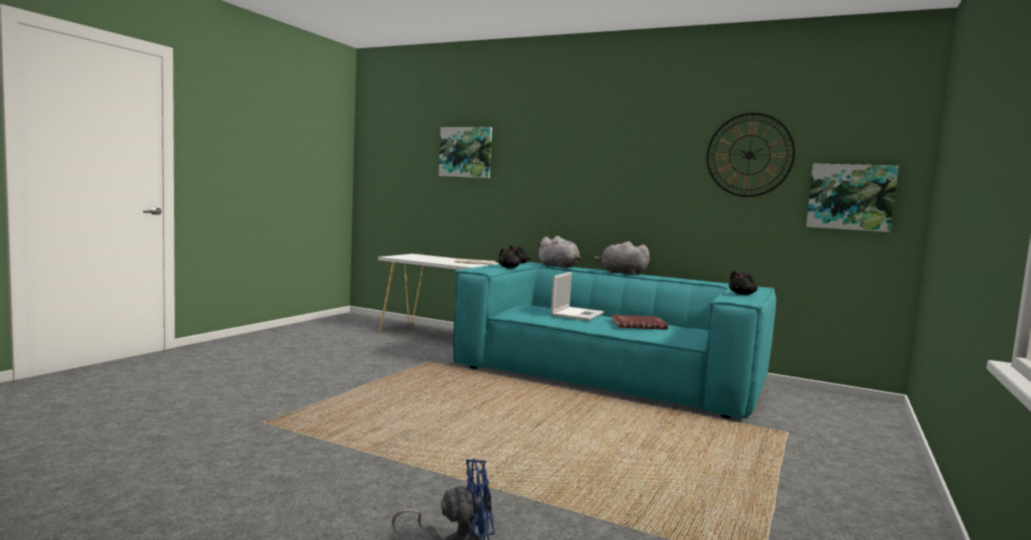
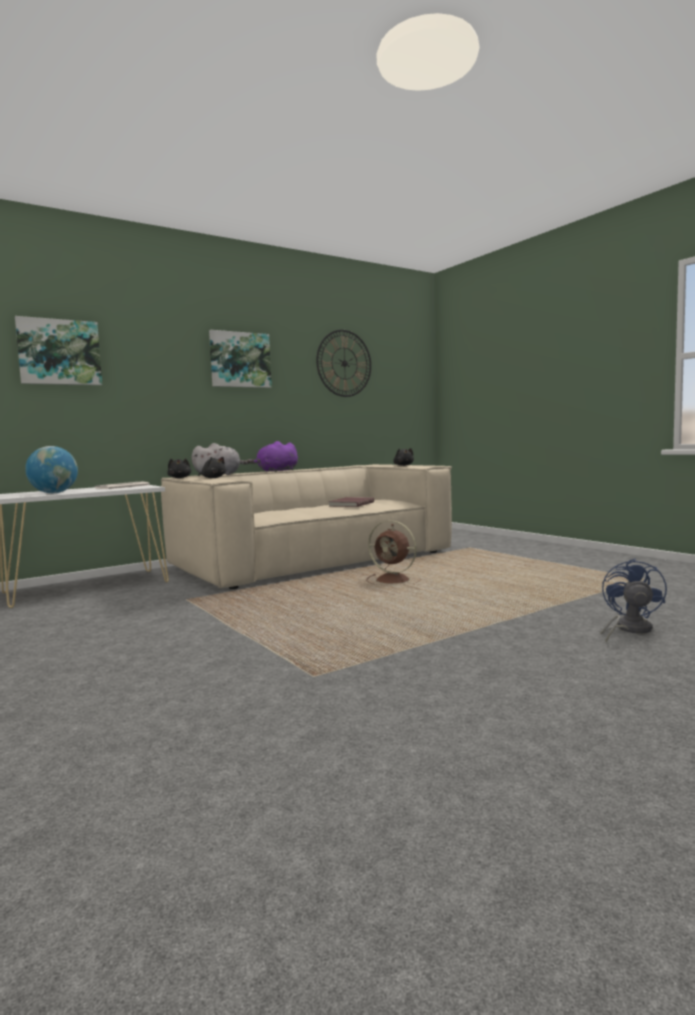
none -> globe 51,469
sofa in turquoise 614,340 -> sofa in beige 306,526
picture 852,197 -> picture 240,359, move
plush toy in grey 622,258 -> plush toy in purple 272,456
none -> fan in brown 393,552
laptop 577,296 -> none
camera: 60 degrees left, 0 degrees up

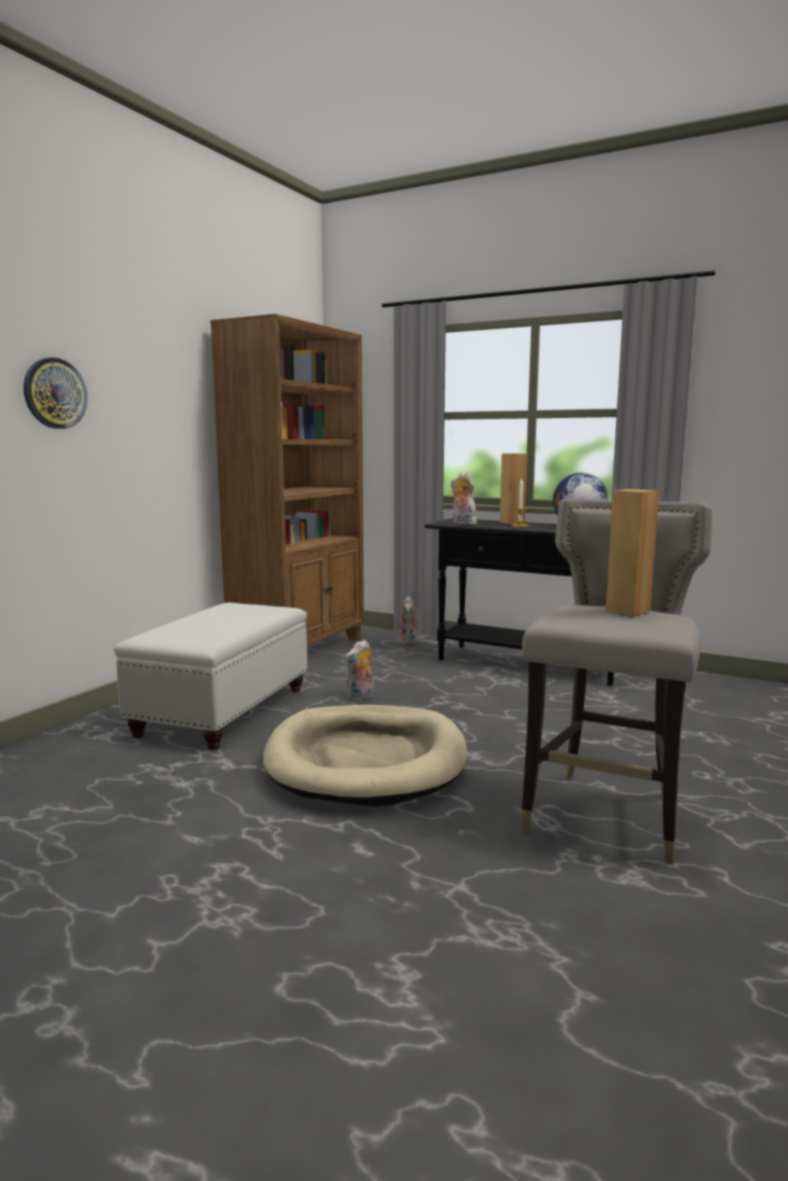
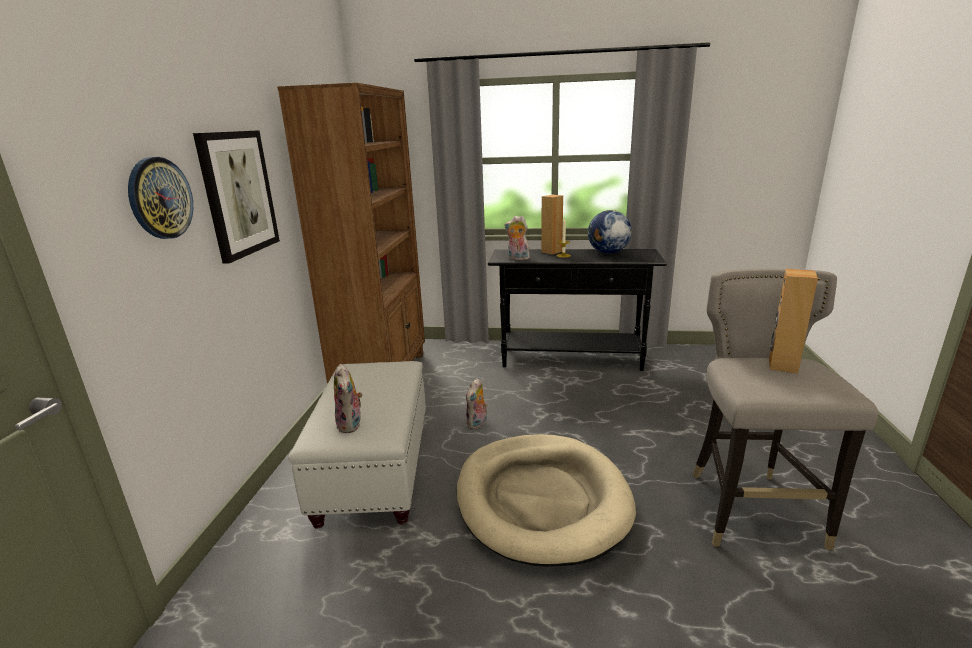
none -> picture 236,196
plush toy 409,620 -> plush toy 348,398, move
camera: 20 degrees left, 10 degrees up

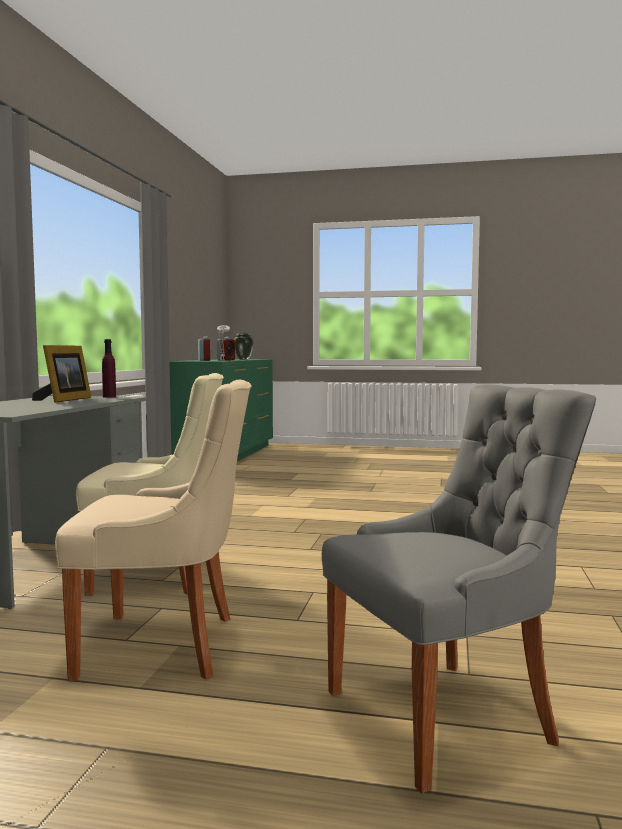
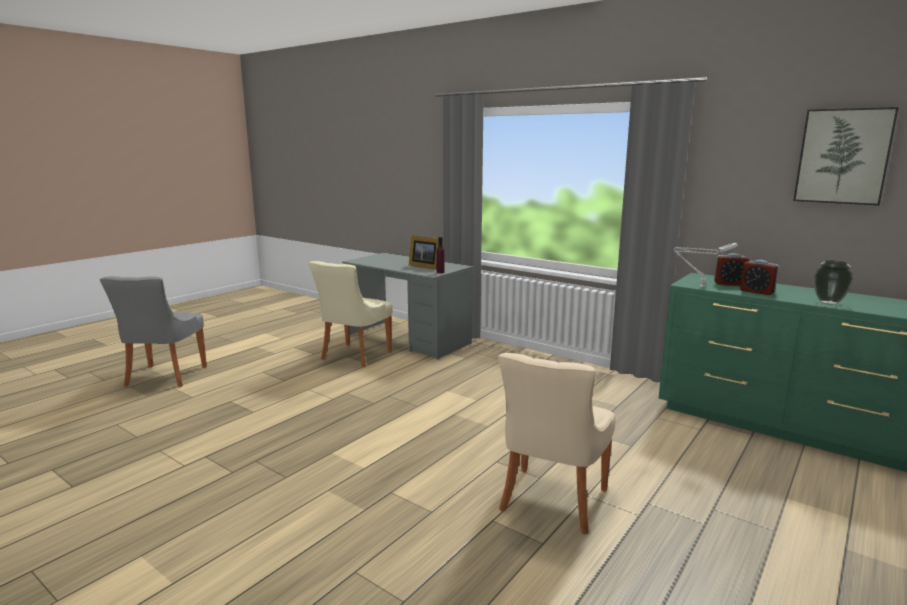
chair in beige 153,530 -> chair in beige 557,443, move
none -> picture 846,156
camera: 115 degrees right, 10 degrees up

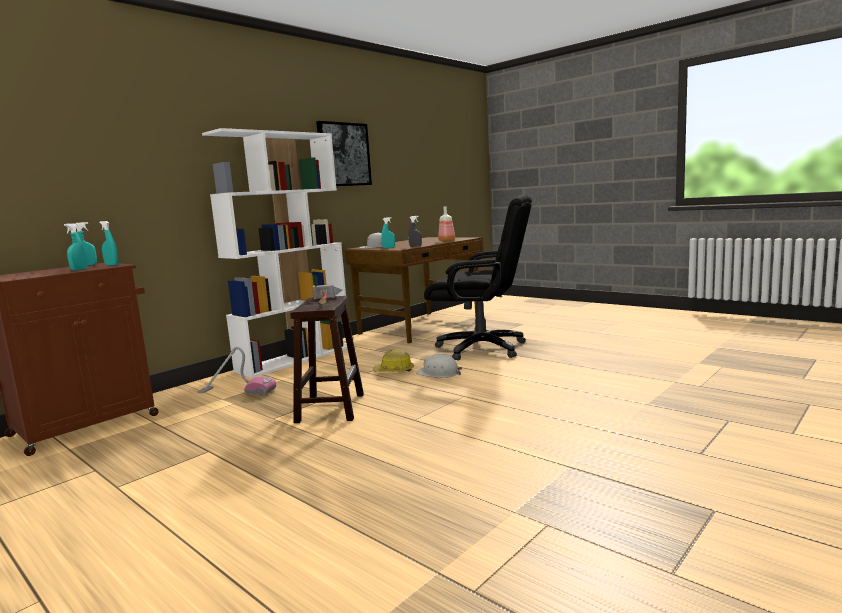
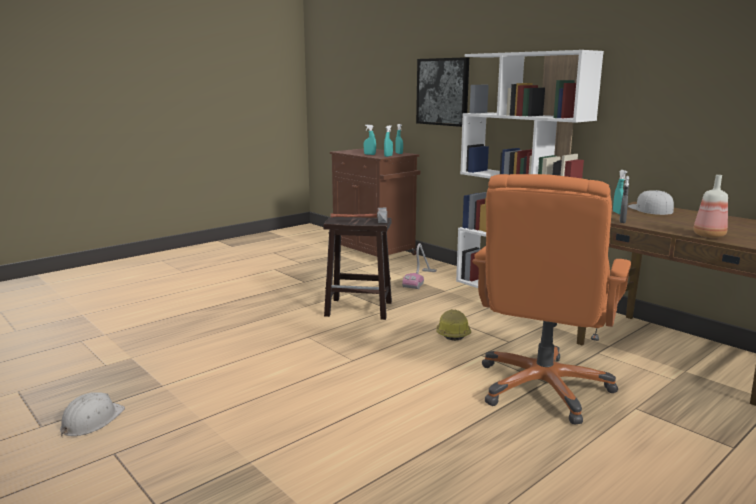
hard hat in white 439,366 -> hard hat in white 92,415, move
picture 344,153 -> picture 442,92, move
office chair in black 478,277 -> office chair in orange 551,299
camera: 95 degrees right, 5 degrees up

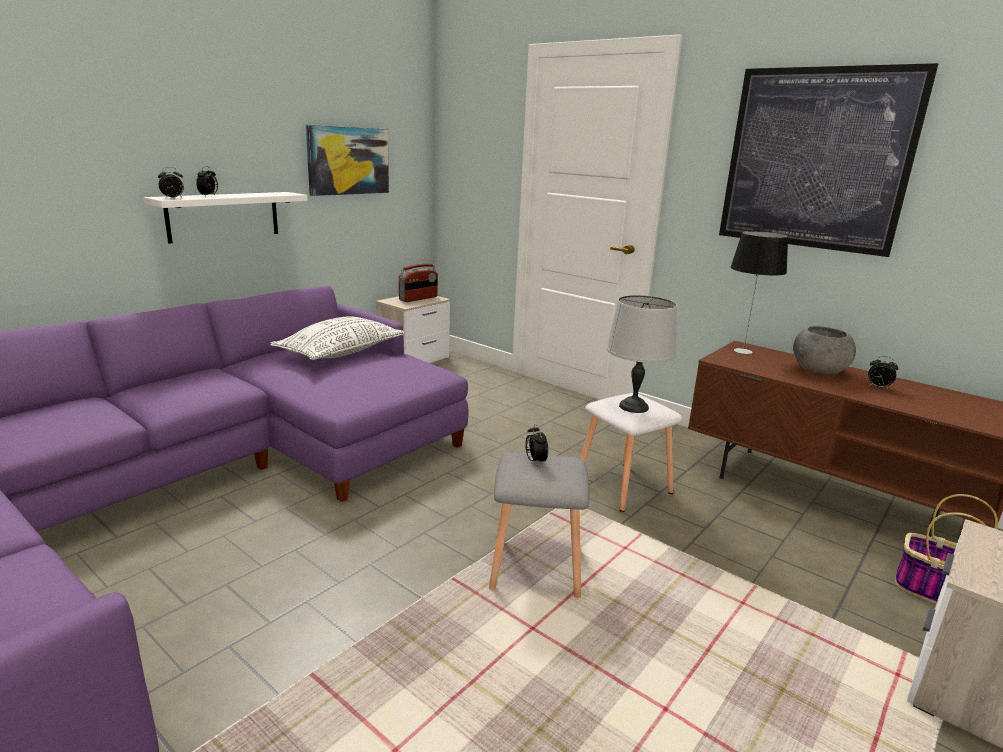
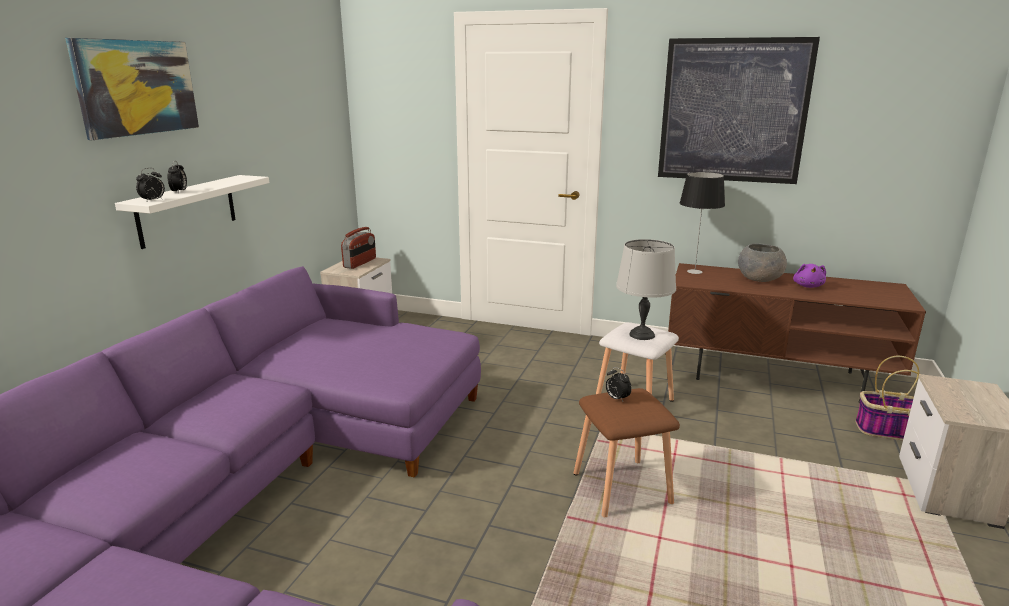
picture 347,160 -> picture 132,89, move
stool in grey 539,525 -> stool in brown 627,452
alarm clock 883,372 -> plush toy in purple 809,275
pillow in white 337,338 -> none
camera: 20 degrees left, 0 degrees up

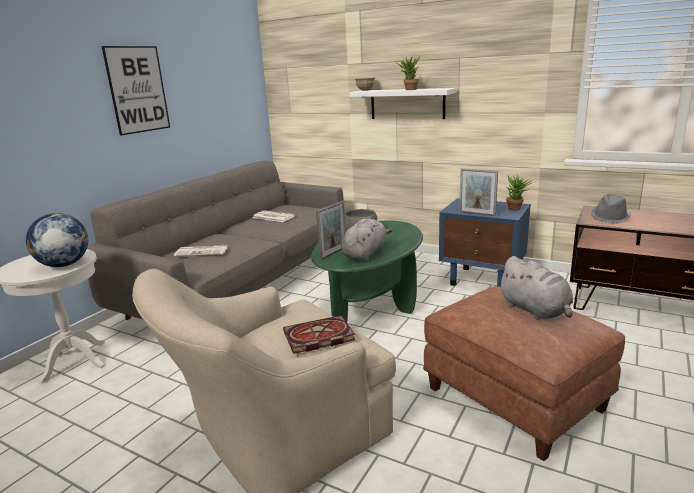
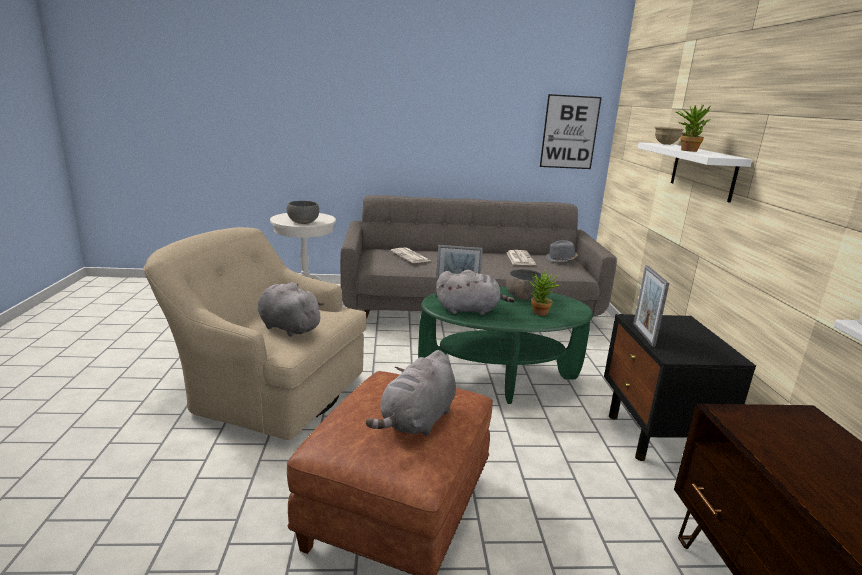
book 319,334 -> plush toy in grey 291,309
globe 57,240 -> bowl in grey 303,212
potted plant 518,192 -> potted plant 545,292, move
picture 136,91 -> picture 571,131, move
hat in grey 611,208 -> hat in grey 561,251, move
nightstand in blue 485,242 -> nightstand in black 680,387
camera: 55 degrees right, 0 degrees up

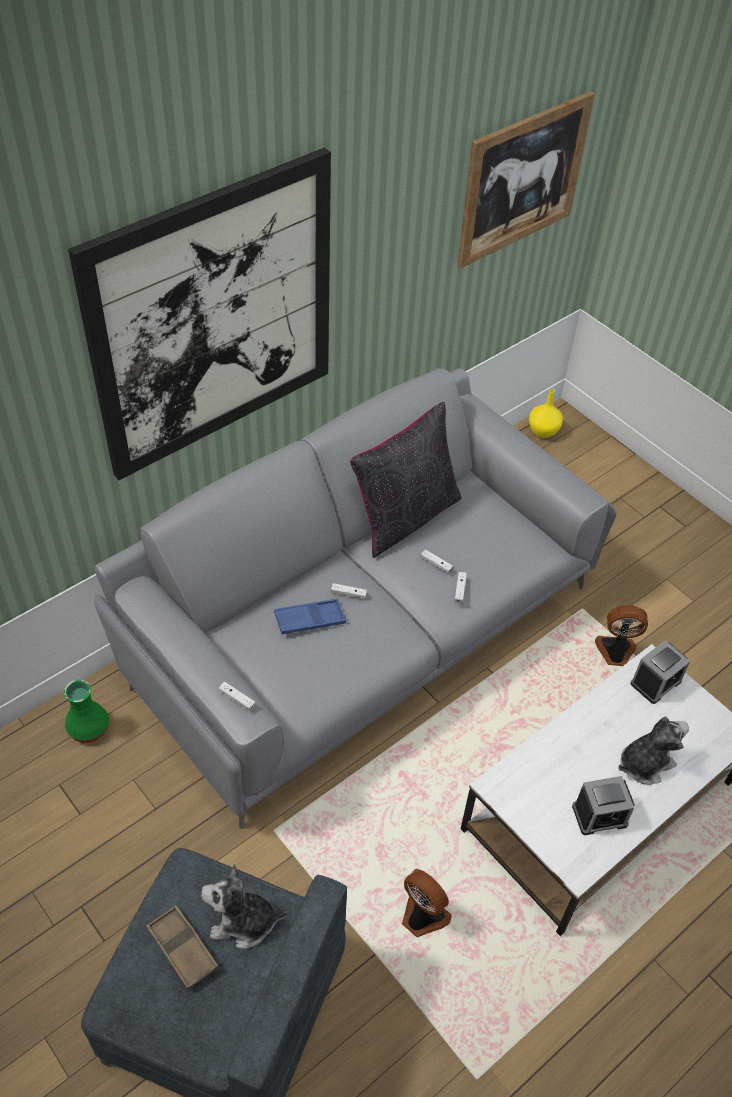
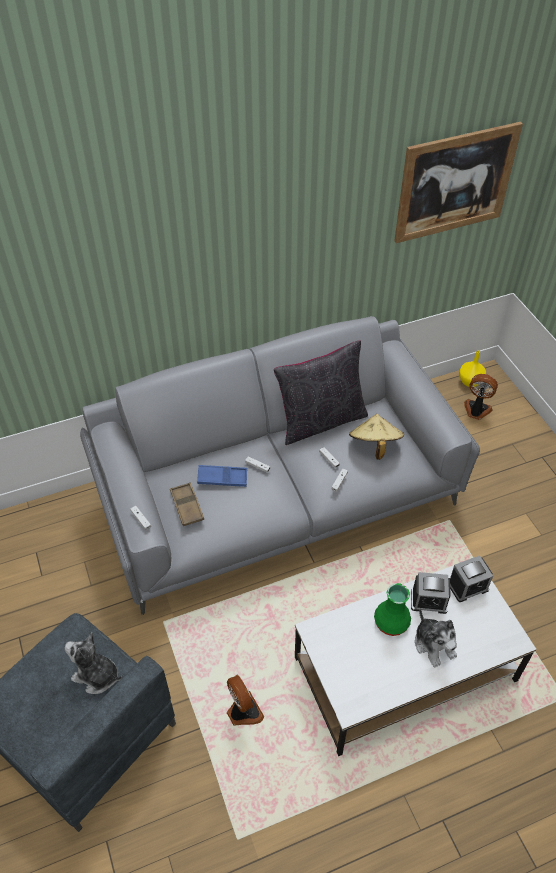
tray in brown 182,947 -> tray in brown 187,504, move
none -> hat in beige 376,437
vase in green 86,711 -> vase in green 392,609, move
alarm clock 603,805 -> alarm clock 431,593, move
plush toy 653,750 -> plush toy 436,638, 75 degrees clockwise
fan 621,635 -> fan 481,397, move
picture 199,314 -> none
camera: 20 degrees right, 0 degrees up

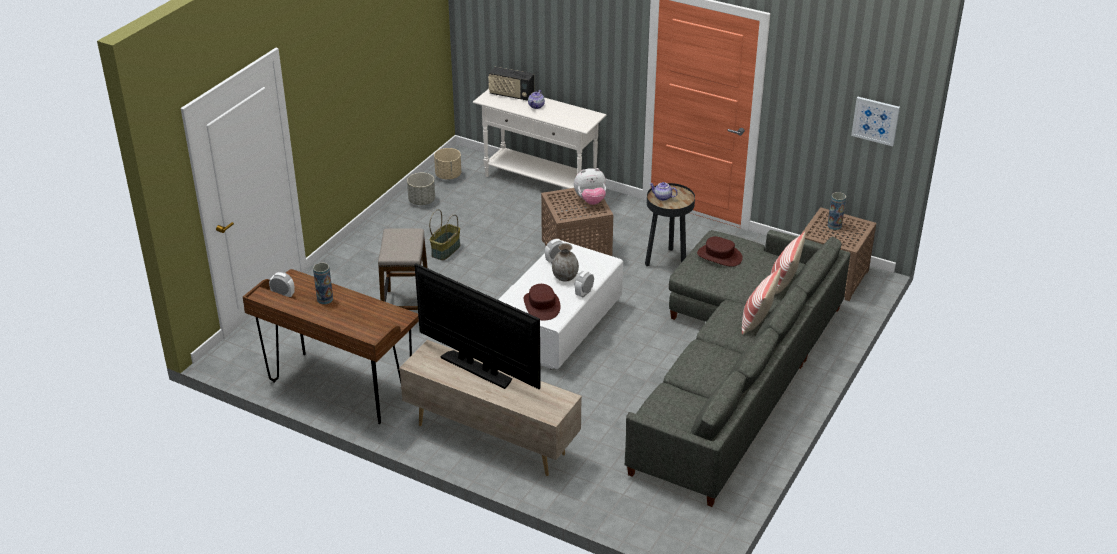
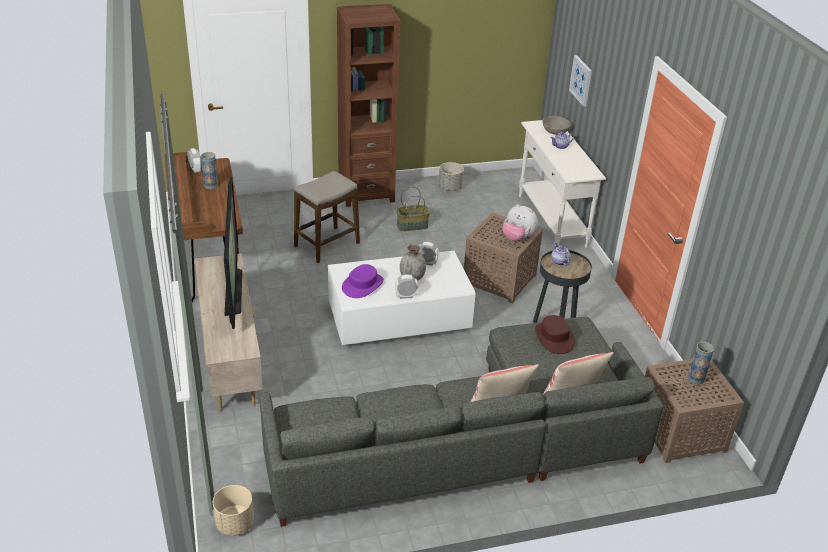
planter in beige 447,163 -> planter in beige 233,510, move
none -> bookcase in brown 369,105
hat in brown 542,302 -> hat in purple 363,281
radio 511,84 -> bowl in grey 556,125
picture 875,121 -> picture 580,81, move
camera: 45 degrees right, 0 degrees up

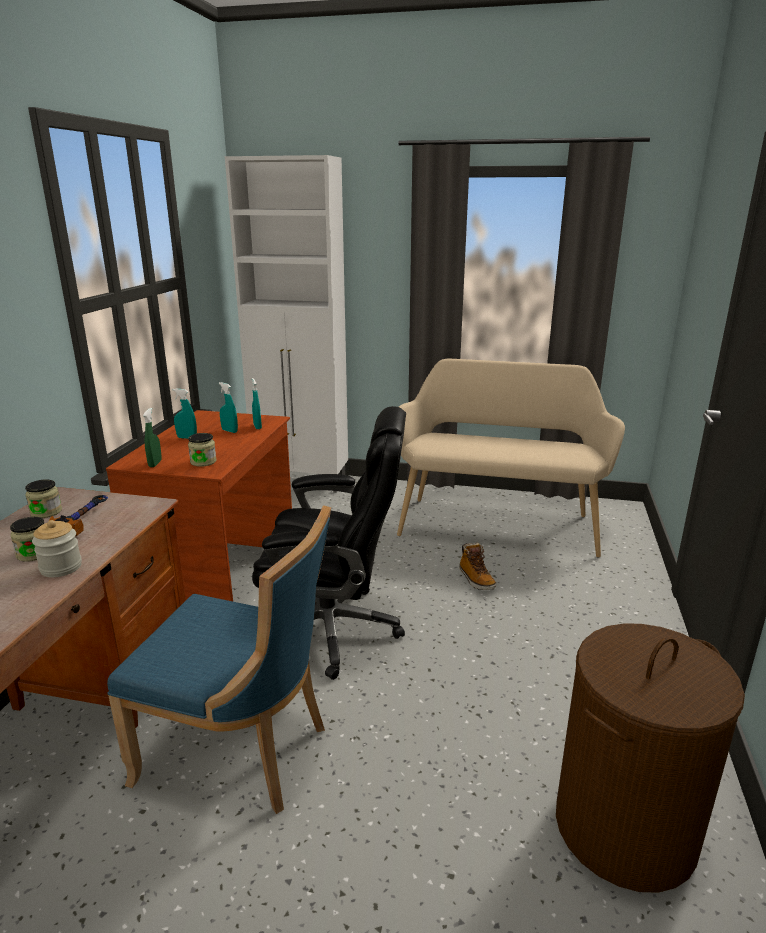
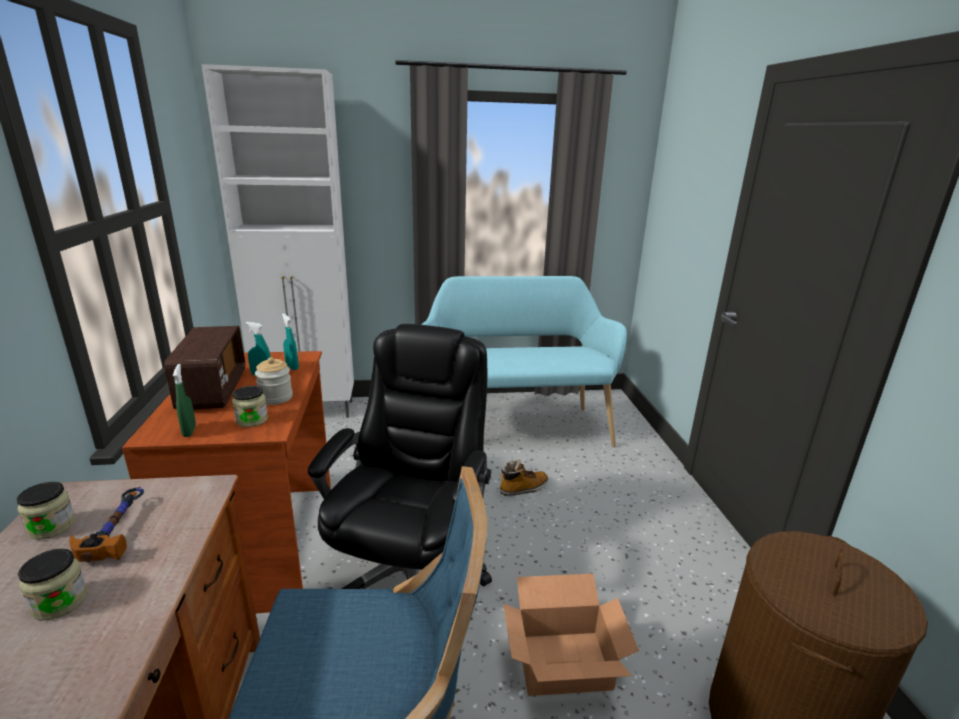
spray bottle in turquoise 185,414 -> radio 204,368
jar 57,548 -> jar 274,381, move
office chair in black 329,543 -> office chair in black 400,456, 60 degrees counterclockwise
bench in beige 511,458 -> bench in turquoise 524,361
boot 477,566 -> boot 524,477, 75 degrees counterclockwise
none -> cardboard box 571,635
camera: 20 degrees left, 0 degrees up

